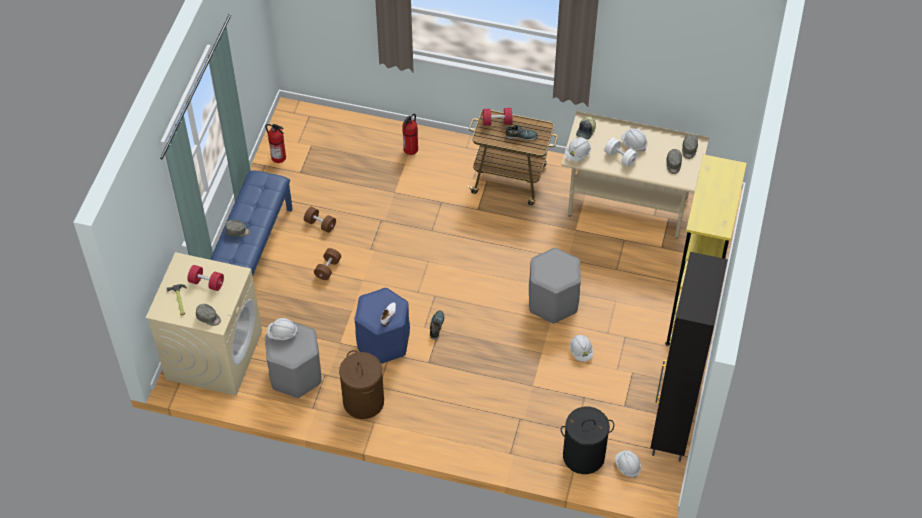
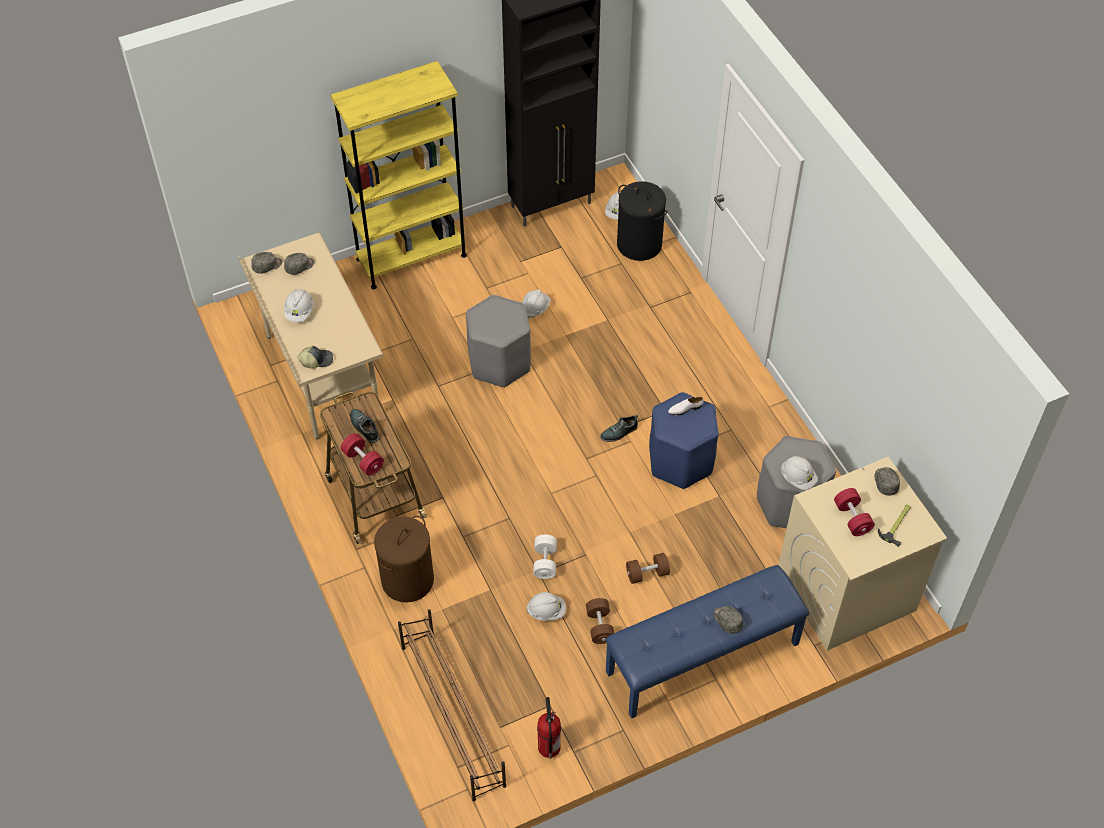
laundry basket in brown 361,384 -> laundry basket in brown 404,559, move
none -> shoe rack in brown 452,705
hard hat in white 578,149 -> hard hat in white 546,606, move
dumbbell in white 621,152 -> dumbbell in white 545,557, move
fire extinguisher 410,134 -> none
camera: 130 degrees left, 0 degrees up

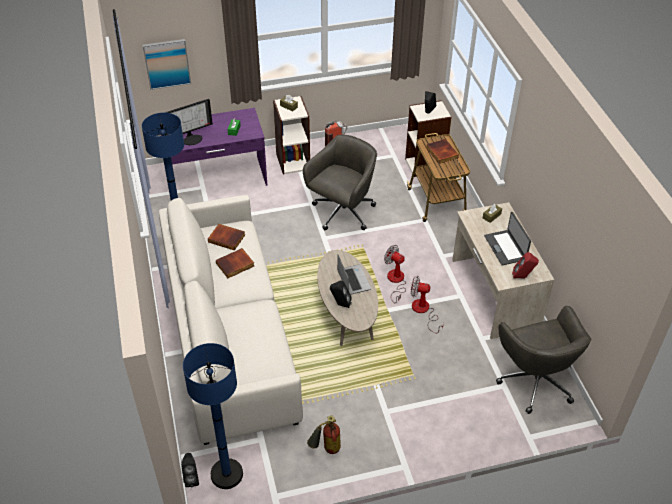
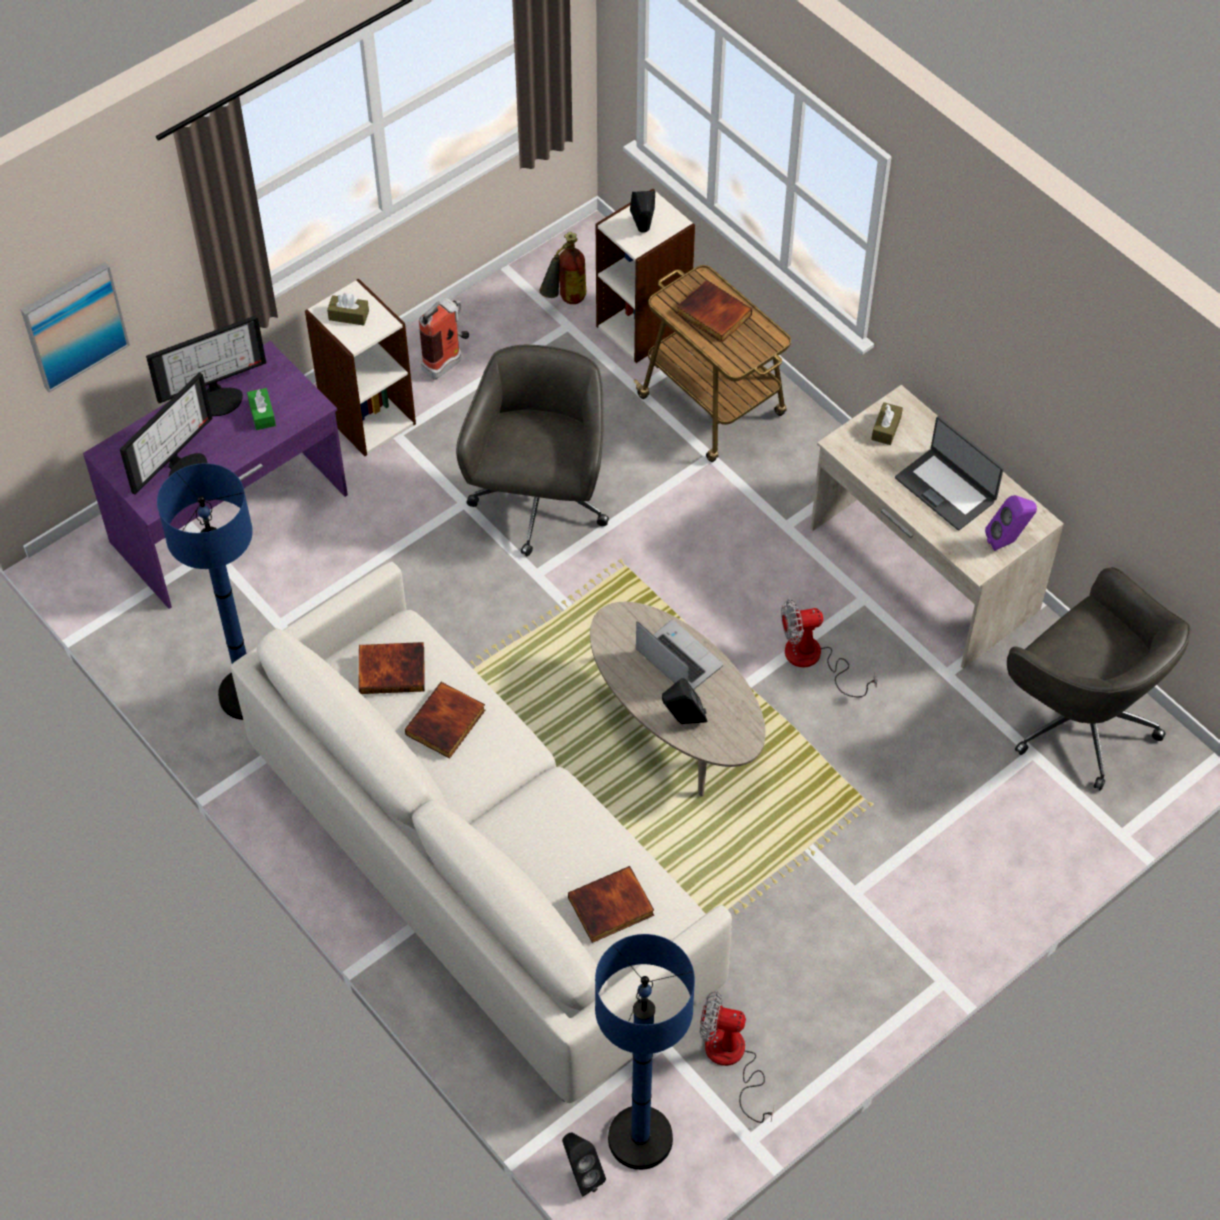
none -> monitor 206,365
fire extinguisher 324,434 -> fire extinguisher 562,268, move
none -> book 611,904
fan 395,274 -> fan 737,1057, move
speaker in red 525,265 -> speaker in purple 1011,523
camera: 25 degrees left, 10 degrees up

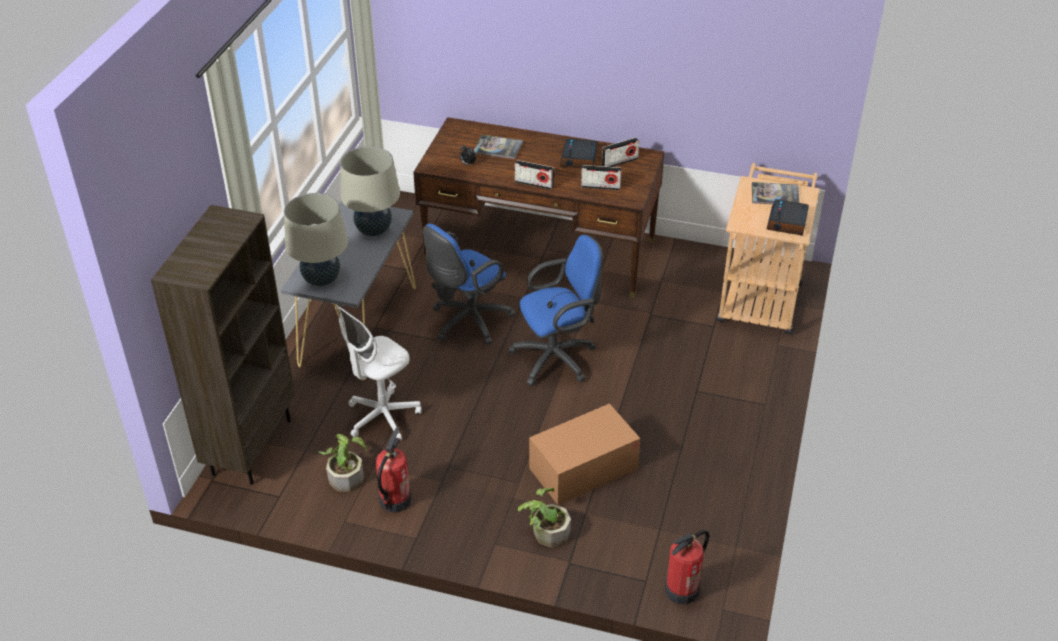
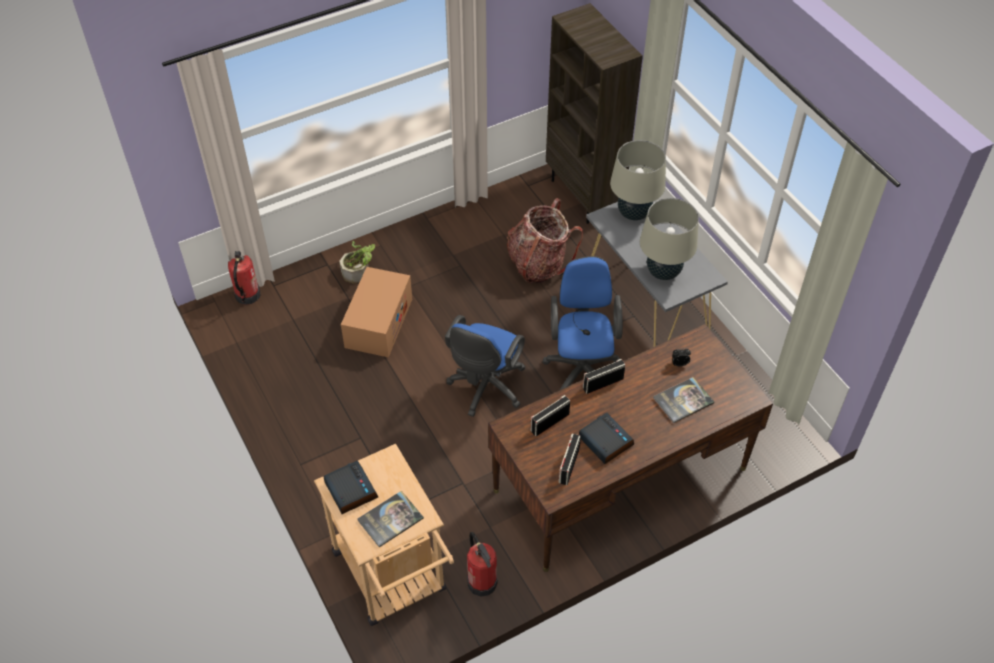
fire extinguisher 393,470 -> fire extinguisher 482,564, move
office chair in white 379,372 -> backpack 545,240
potted plant 342,463 -> none
camera: 135 degrees right, 10 degrees up

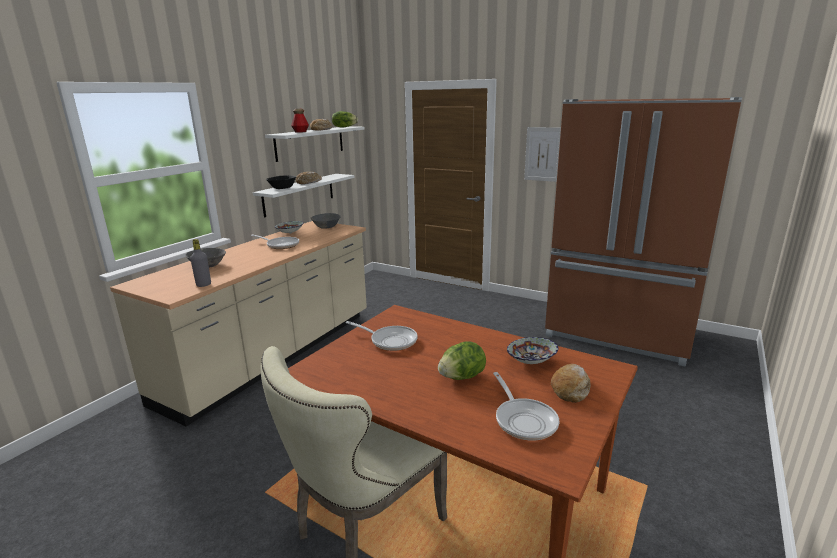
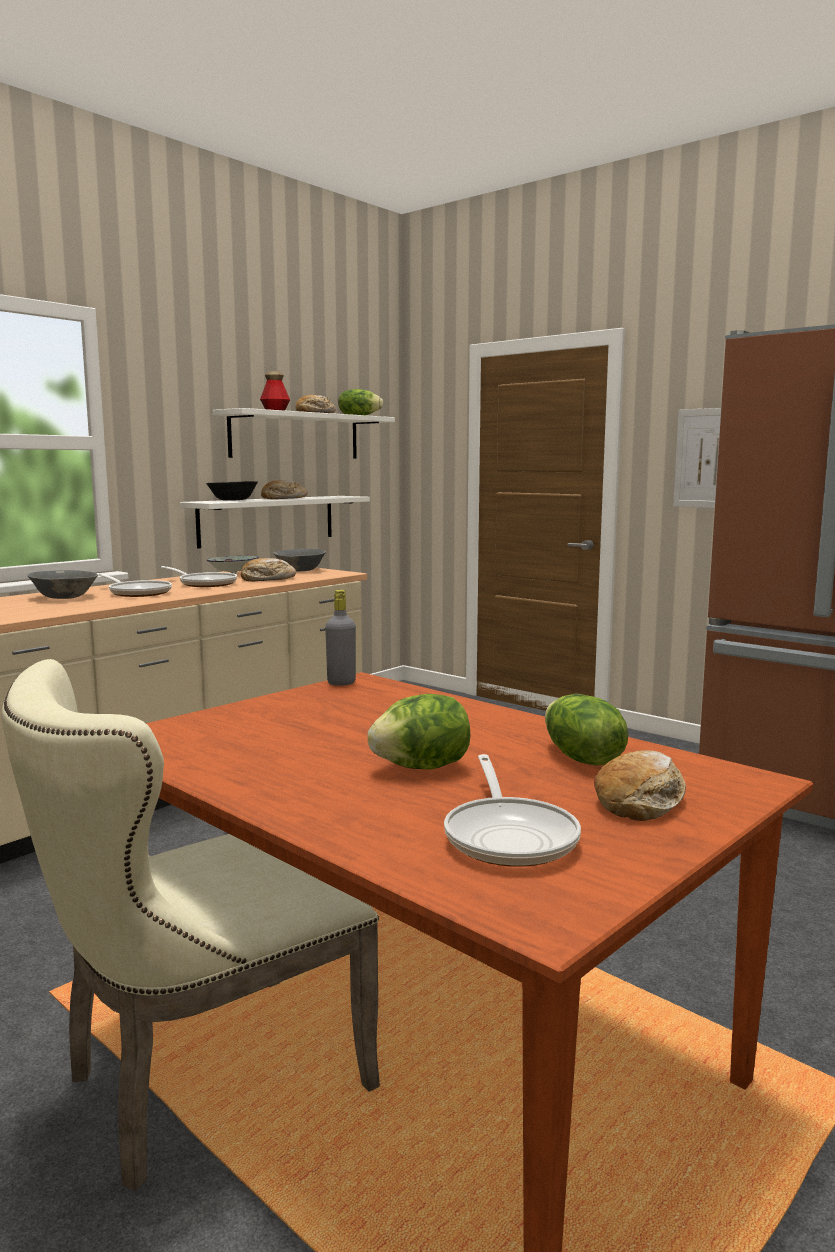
frying pan 382,336 -> frying pan 134,585, move
none -> bread 268,569
bottle in grey 200,263 -> bottle in grey 340,638, move
bowl 533,350 -> lettuce 586,730
camera: 10 degrees right, 10 degrees down

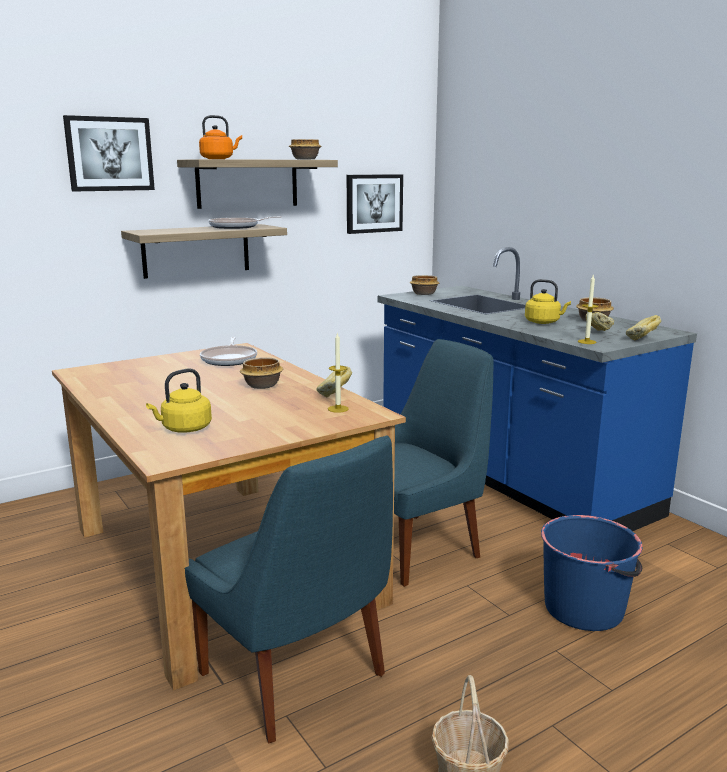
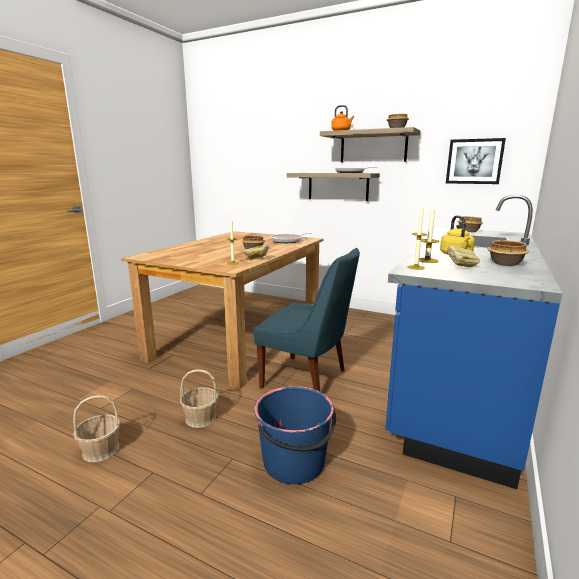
none -> basket 199,398
none -> candle 429,234
picture 109,153 -> none
kettle in yellow 179,400 -> none
chair in blue 289,589 -> none
bread 643,328 -> none
camera: 60 degrees right, 0 degrees up

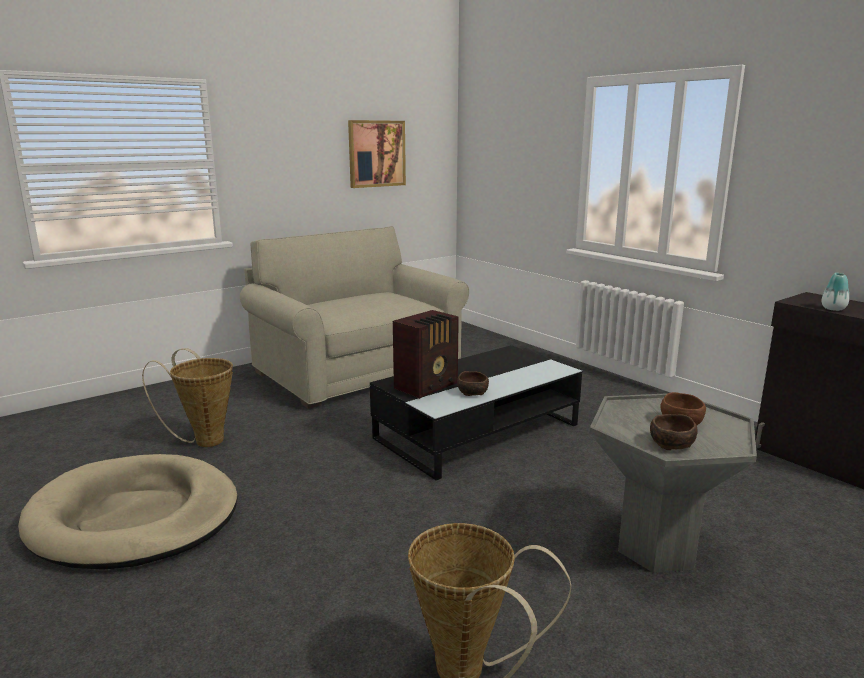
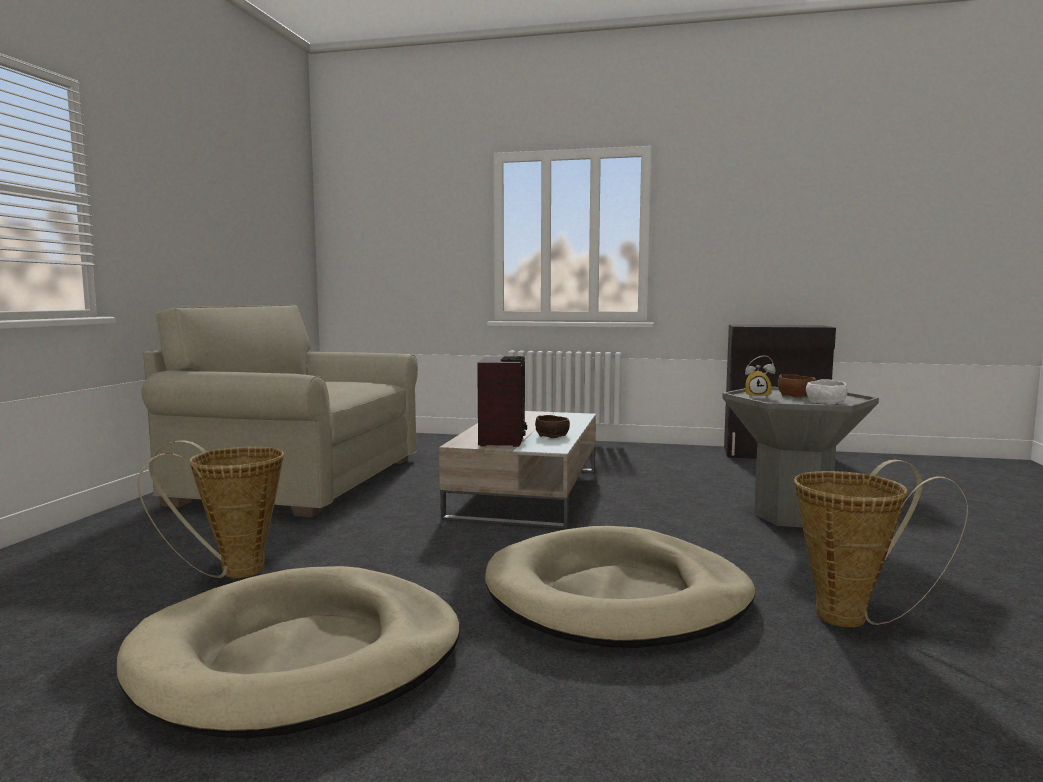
coffee table in black 476,412 -> coffee table in beige 517,470
none -> dog bed in beige 620,587
none -> alarm clock 760,377
bowl in brown 674,432 -> bowl in white 827,392
picture 377,154 -> none
vase 835,292 -> none
camera: 40 degrees left, 10 degrees down

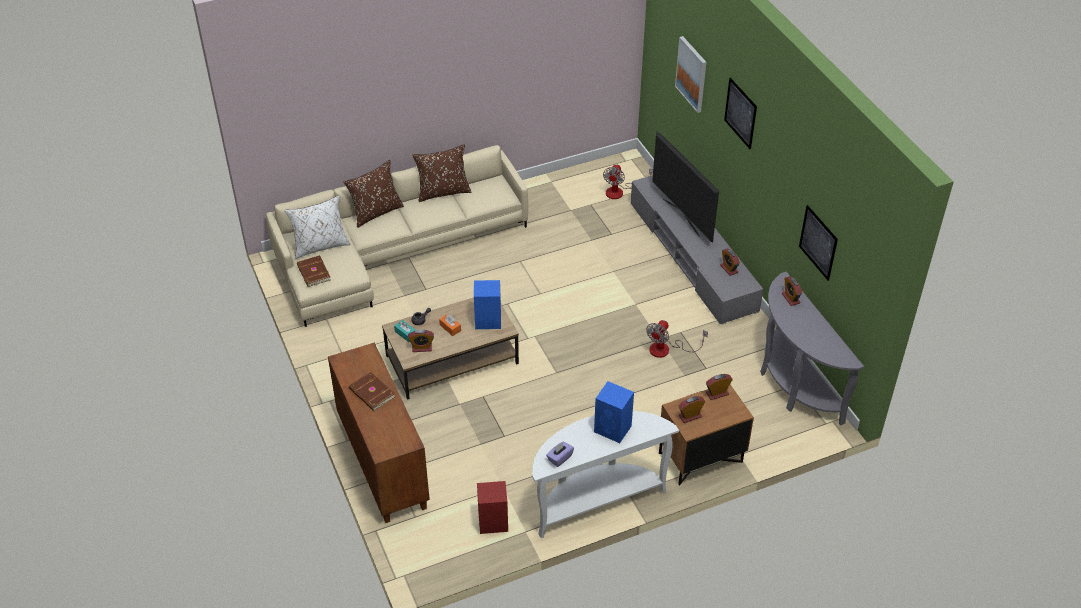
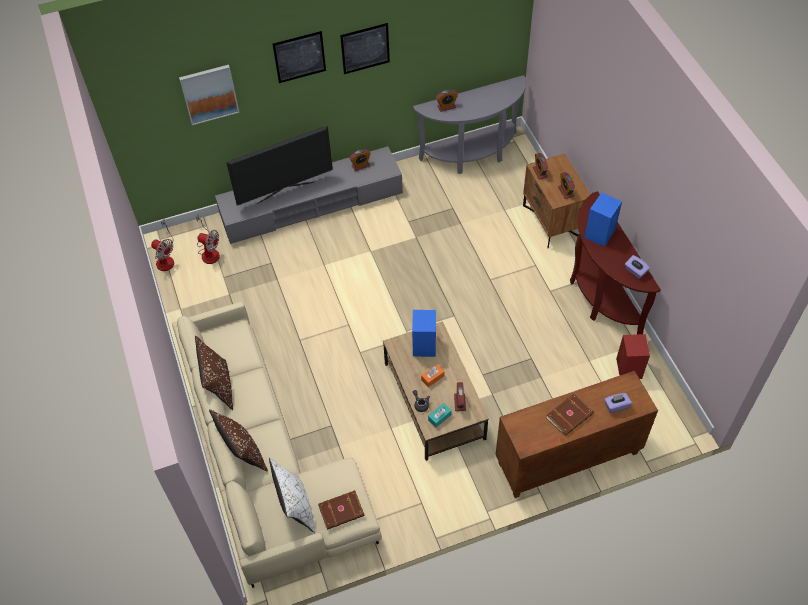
fan 677,339 -> fan 162,245, move
picture 818,243 -> picture 365,48, move
console table in white 605,474 -> console table in brown 615,262
none -> tissue box in purple 618,403
camera: 85 degrees left, 10 degrees up

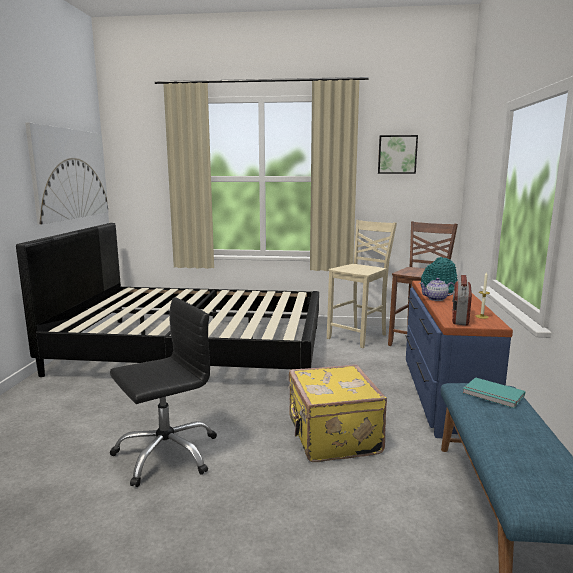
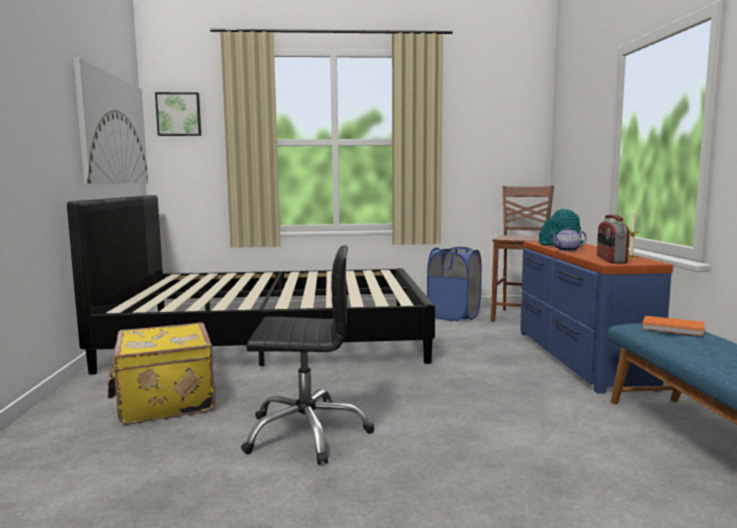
suitcase in yellow 337,413 -> suitcase in yellow 162,373, move
picture 398,154 -> picture 178,114, move
office chair in black 163,392 -> office chair in black 307,355, 45 degrees clockwise
chair in beige 362,284 -> laundry basket in blue 454,284
book in turquoise 494,392 -> book in orange 673,326
camera: 10 degrees left, 5 degrees down

